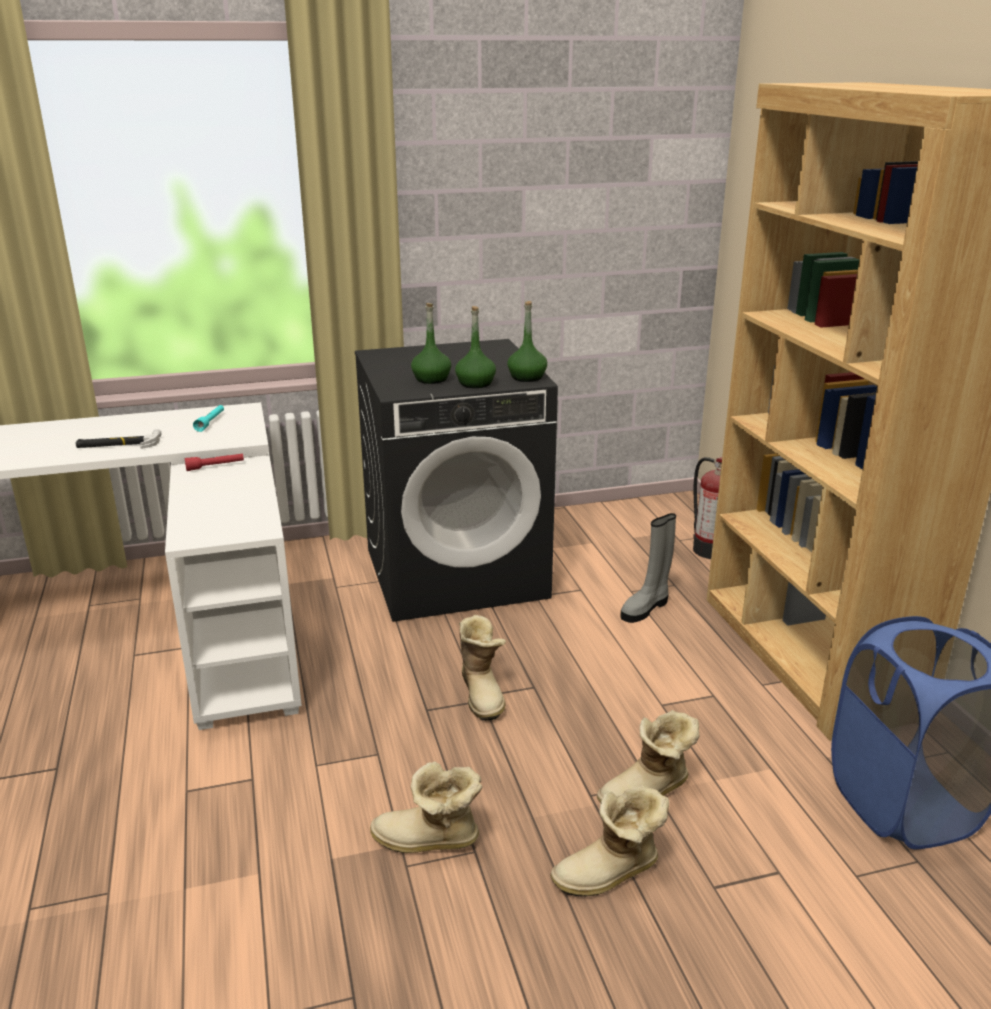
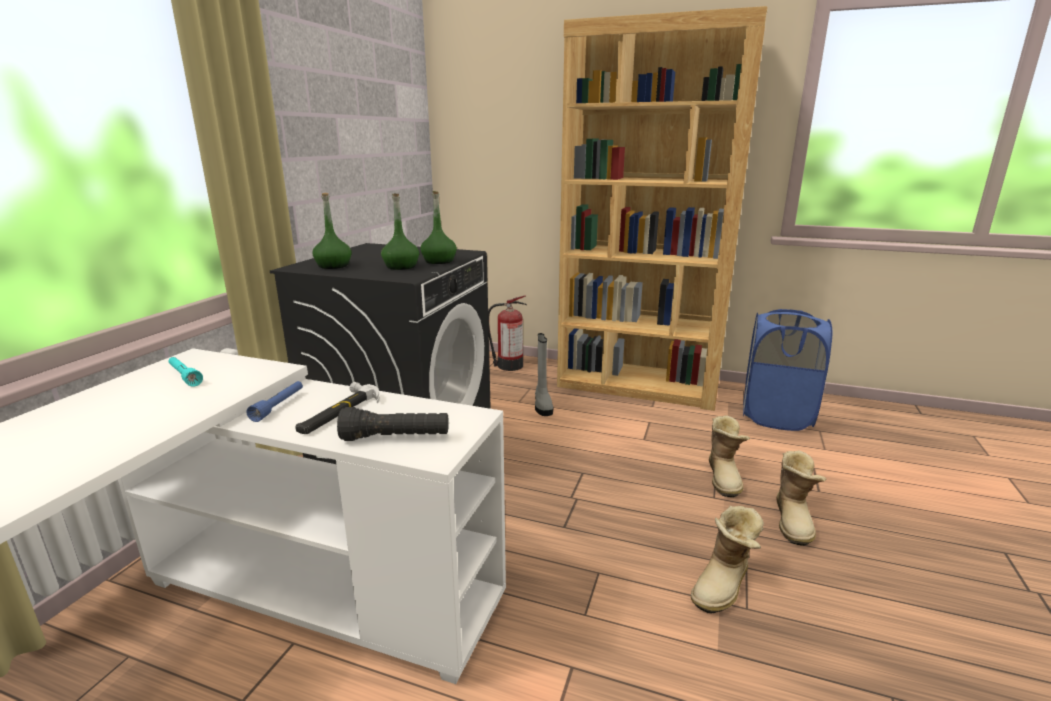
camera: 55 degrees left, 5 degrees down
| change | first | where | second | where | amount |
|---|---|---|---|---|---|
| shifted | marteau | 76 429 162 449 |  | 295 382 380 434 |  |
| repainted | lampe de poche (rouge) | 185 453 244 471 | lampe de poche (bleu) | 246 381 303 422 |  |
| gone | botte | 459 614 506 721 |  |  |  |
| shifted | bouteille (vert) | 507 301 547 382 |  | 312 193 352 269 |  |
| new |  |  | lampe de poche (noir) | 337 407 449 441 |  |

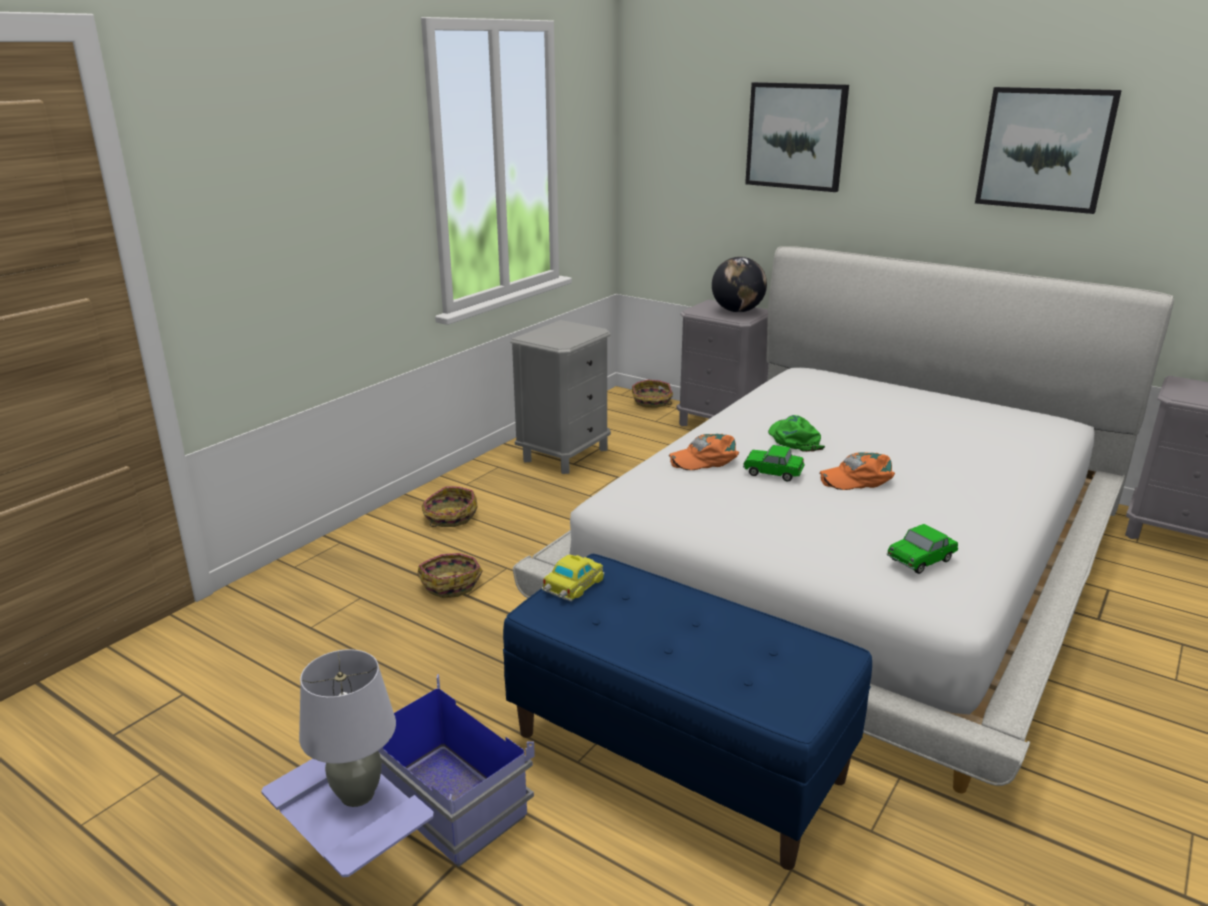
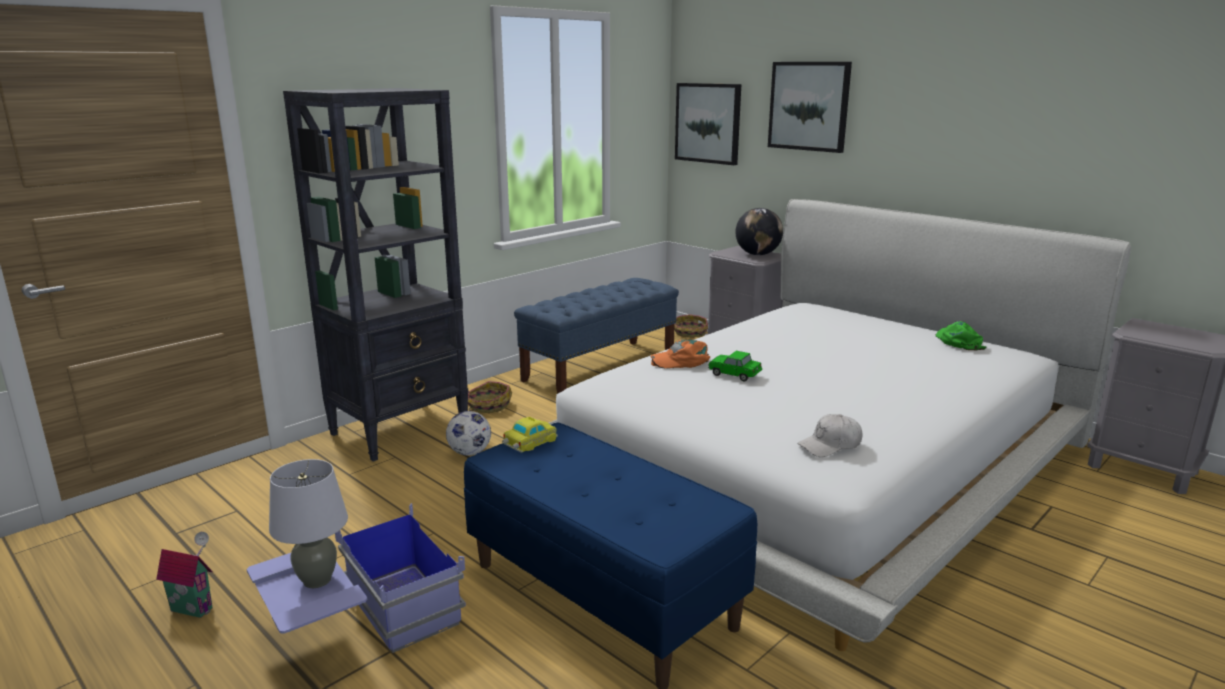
camera: 10 degrees right, 5 degrees down
| change | first | where | second | where | amount |
|---|---|---|---|---|---|
| swapped | panier | 417 553 483 598 | ballon de foot | 446 411 491 456 |  |
| swapped | table de chevet (gris) | 510 320 611 474 | banc (bleu) | 514 278 679 394 |  |
| shifted | casquette (vert) | 768 415 825 452 |  | 935 321 986 351 |  |
| gone | casquette (orange) | 819 452 895 490 |  |  |  |
| swapped | petite voiture | 887 524 958 574 | casquette (blanc) | 797 414 862 457 |  |
| shifted | tableau | 975 87 1122 214 |  | 675 83 741 165 |  |
| new |  |  | maison miniature | 156 532 213 618 |  |
| new |  |  | bibliothèque (noir) | 283 88 469 462 |  |

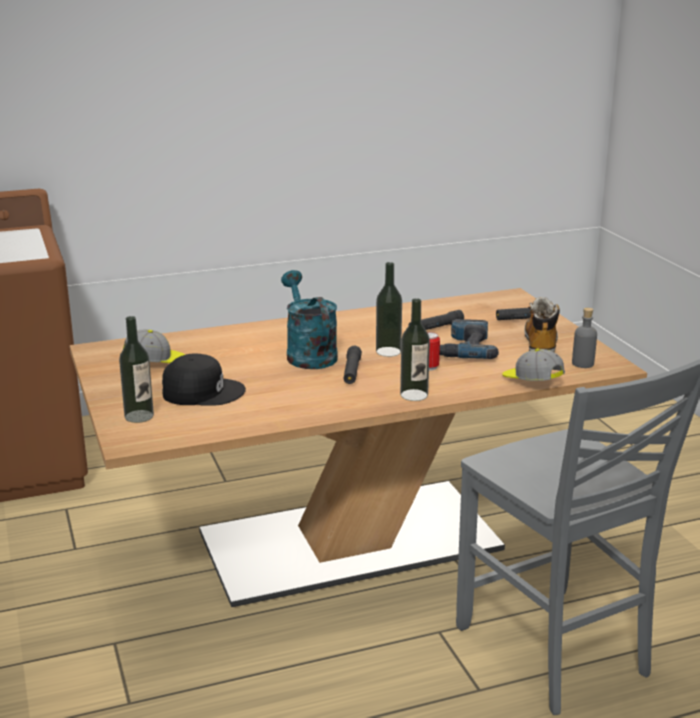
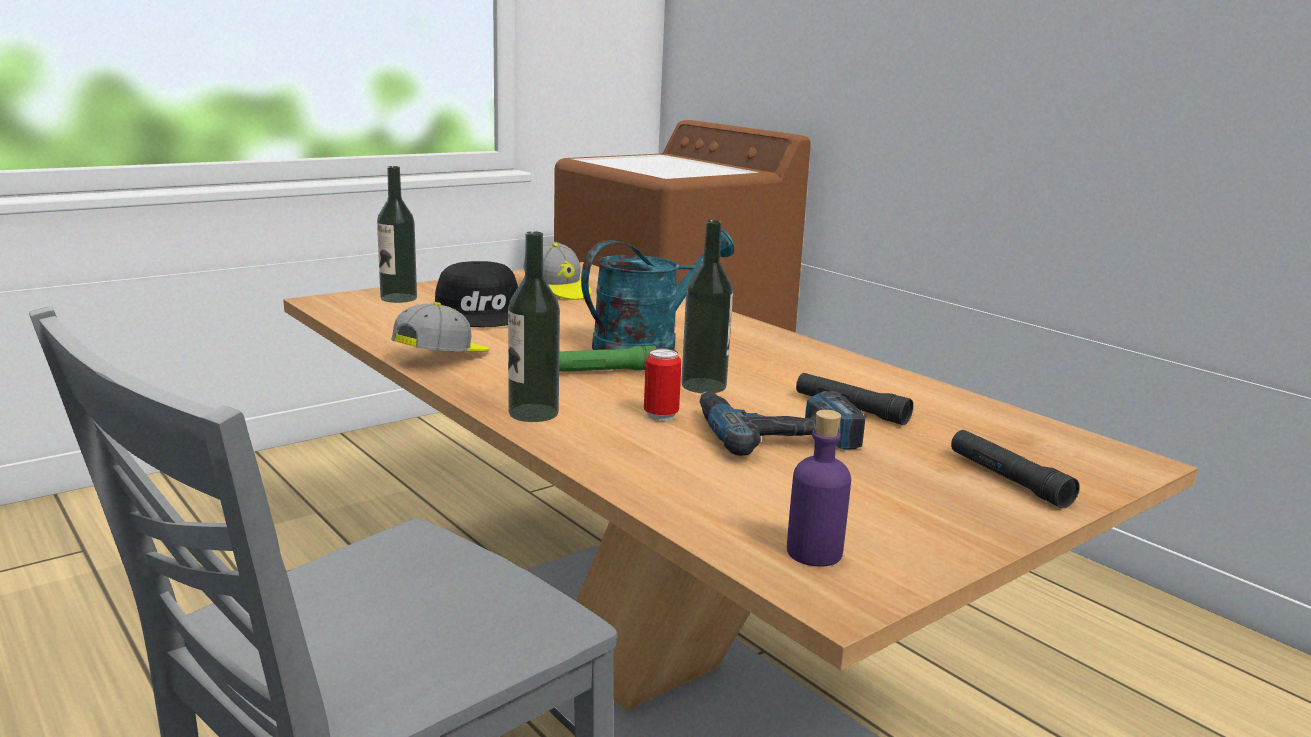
camera: 70 degrees right, 5 degrees down
| change | first | where | second | where | amount |
|---|---|---|---|---|---|
| repainted | lampe de poche (noir) | 344 346 362 384 | lampe de poche (vert) | 559 346 657 372 |  |
| shifted | casquette | 502 349 565 381 |  | 391 302 489 352 |  |
| gone | botte | 524 297 560 352 |  |  |  |
| repainted | bouteille (gris) | 572 308 597 368 | bouteille (violet) | 787 410 851 566 |  |

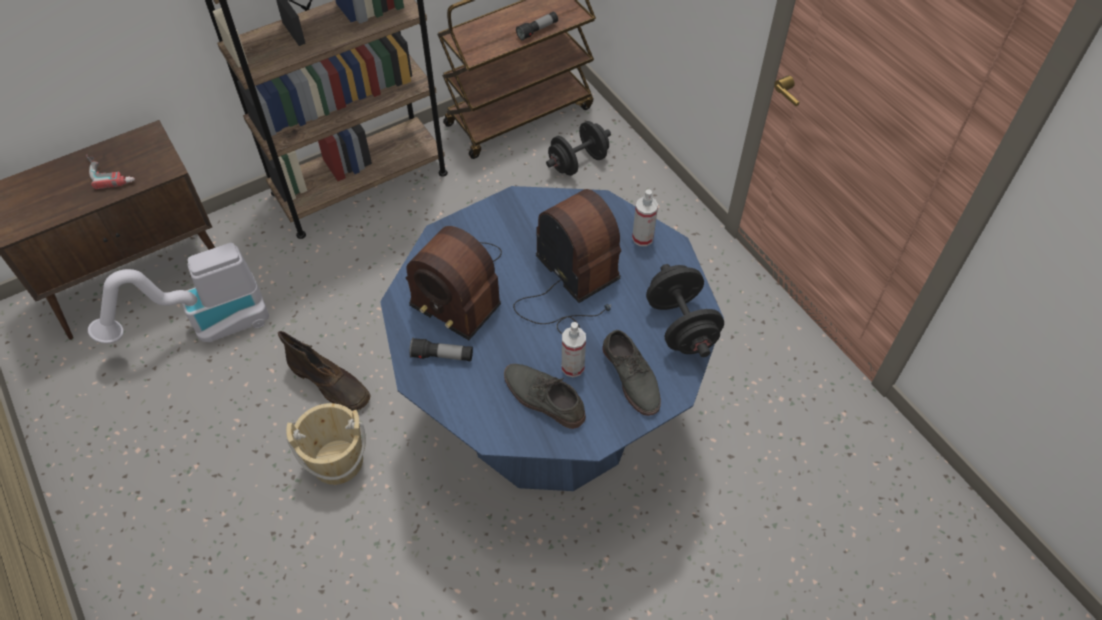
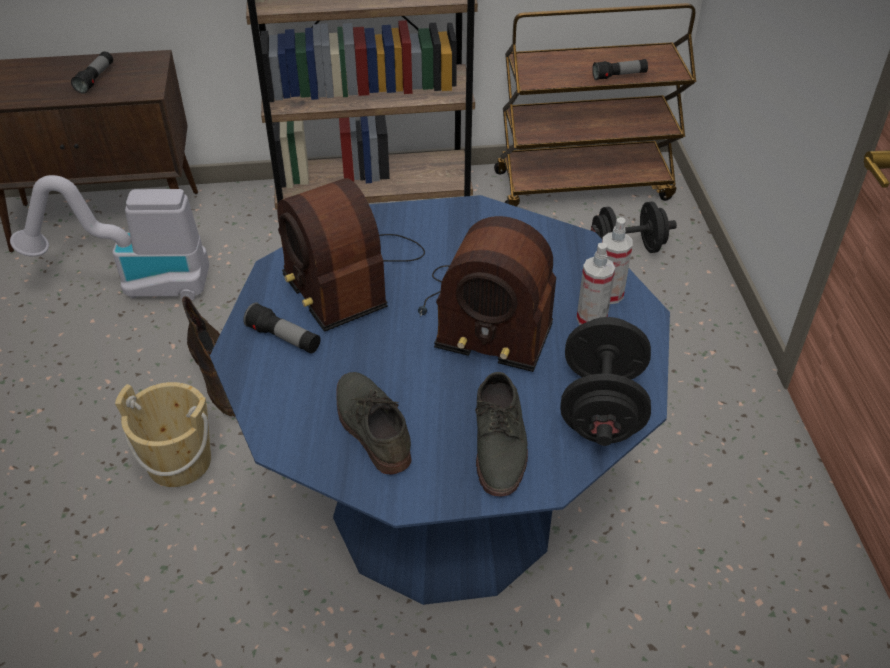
camera: 25 degrees right, 10 degrees down
| change | first | where | second | where | amount |
|---|---|---|---|---|---|
| swapped | perceuse | 86 155 135 189 | lampe de poche | 71 51 113 94 |  |
| rotated | radio | 513 189 621 334 |  | 418 216 556 372 | 120 degrees clockwise |
| shifted | vaporisateur | 562 322 586 377 |  | 576 243 615 325 |  |

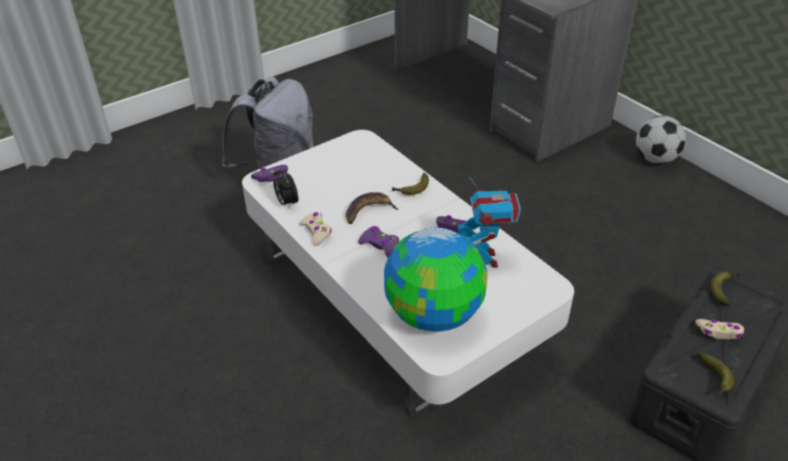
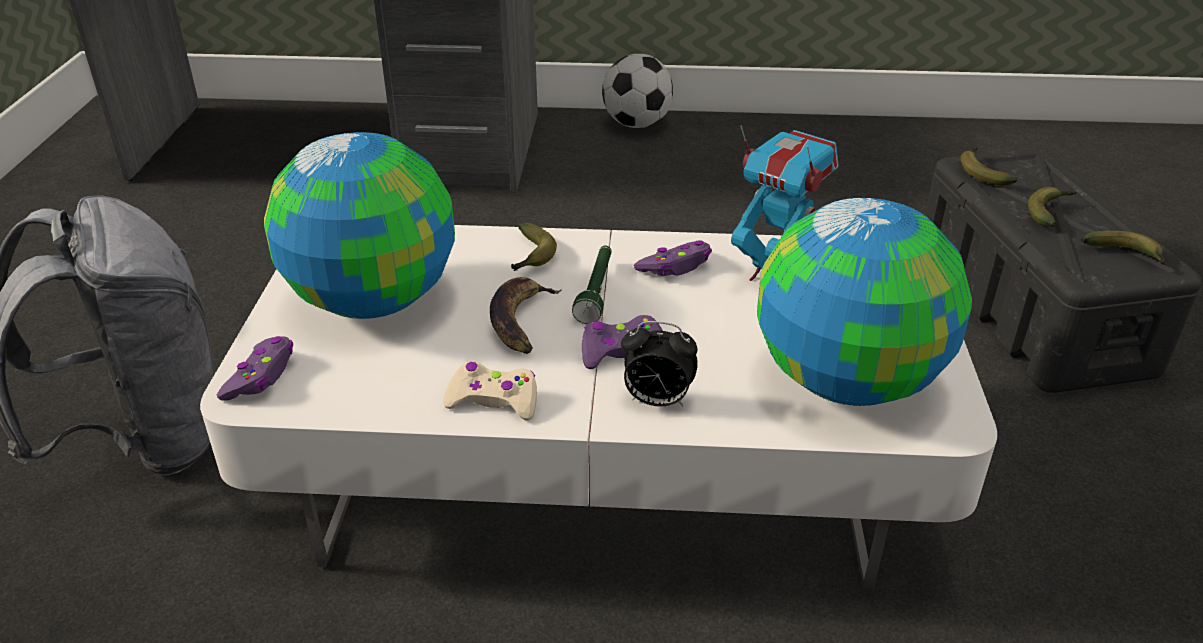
camera: 50 degrees left, 5 degrees down
| change | first | where | second | where | amount |
|---|---|---|---|---|---|
| shifted | réveil | 273 167 298 209 |  | 621 321 698 406 |  |
| swapped | manette (beige) | 695 319 744 340 | banane | 1028 187 1076 227 |  |
| new |  |  | globe | 264 132 455 319 |  |
| new |  |  | lampe de poche (vert) | 572 245 612 324 |  |

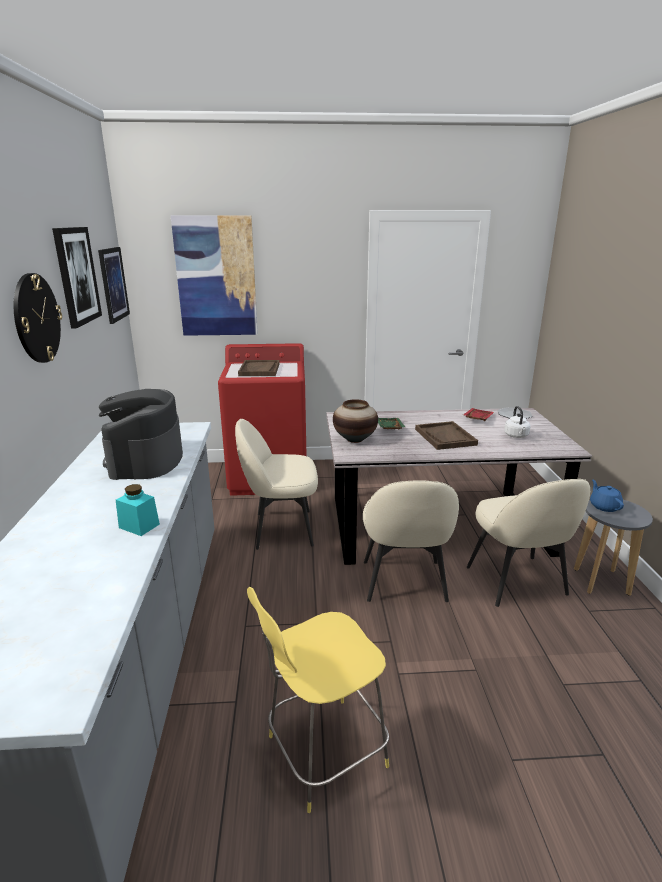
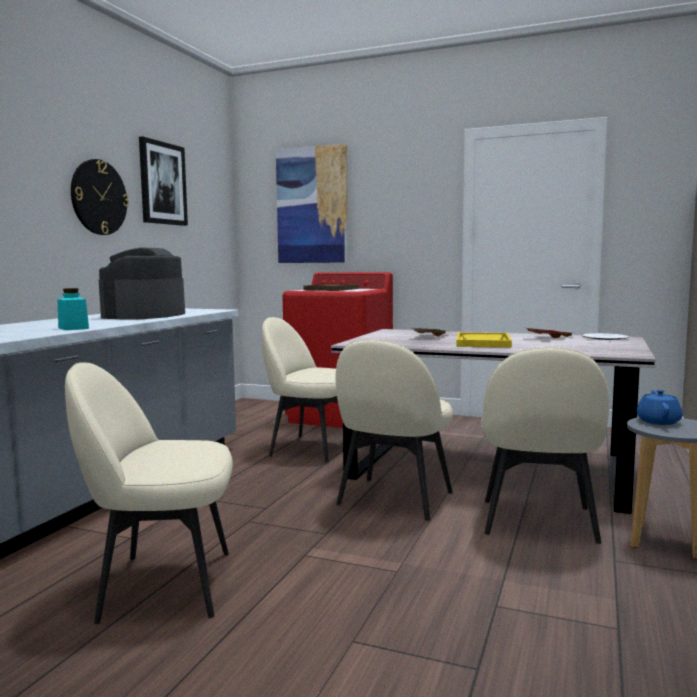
camera: 25 degrees right, 15 degrees down
| change | first | where | second | where | amount |
|---|---|---|---|---|---|
| gone | tableau | 98 247 130 324 |  |  |  |
| swapped | tabouret (jaune) | 247 587 389 813 | chaise (beige) | 65 362 233 624 |  |
| gone | vase | 333 399 378 443 |  |  |  |
| repainted | plateau (marron) | 415 421 478 450 | plateau (jaune) | 456 332 512 347 |  |
| gone | bouilloire (blanc) | 504 406 531 438 |  |  |  |

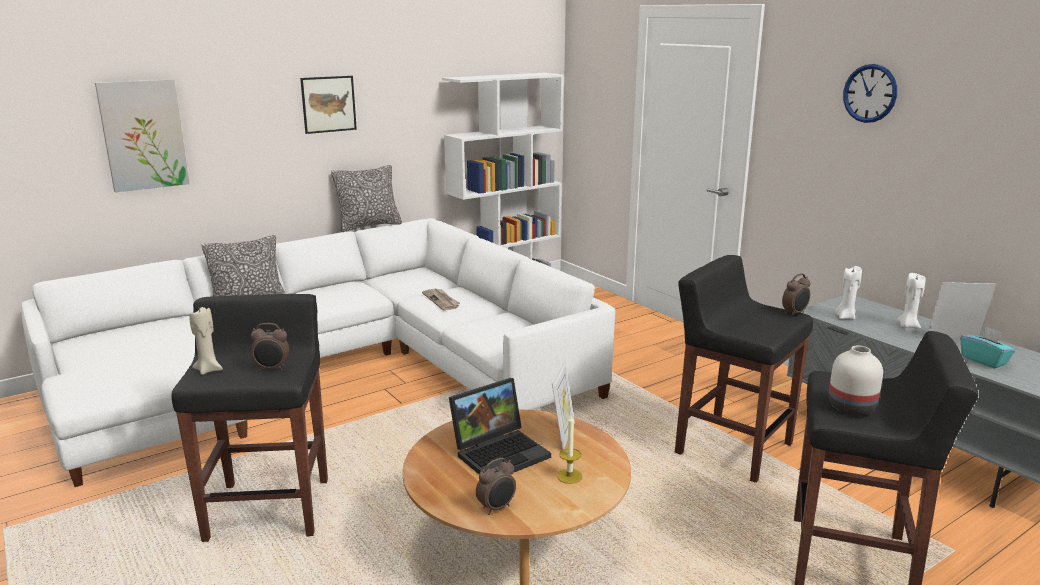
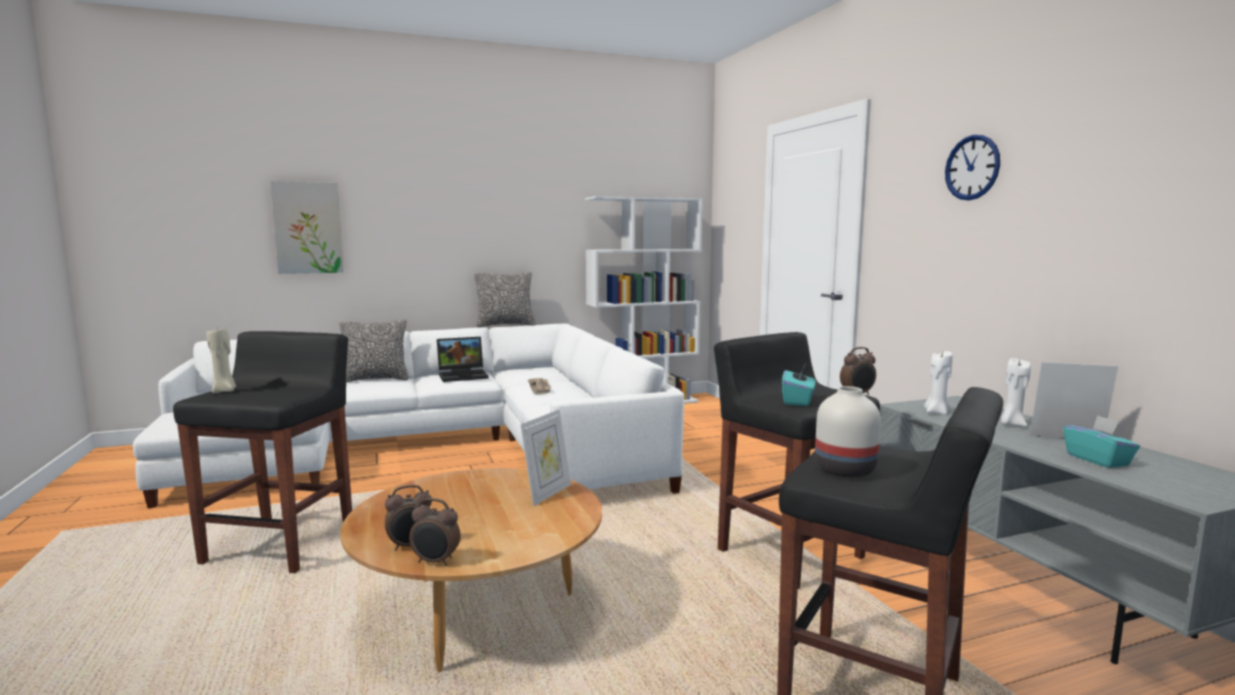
camera: 15 degrees right, 10 degrees down
| change | first | where | second | where | amount |
|---|---|---|---|---|---|
| shifted | réveil | 251 323 289 371 |  | 409 498 461 566 |  |
| gone | tableau | 300 76 357 134 |  |  |  |
| shifted | ordinateur portable | 449 378 551 474 |  | 437 337 489 382 |  |
| gone | bougie | 557 415 583 484 |  |  |  |
| new |  |  | boîte à mouchoirs (turquoise) | 782 365 815 406 |  |

